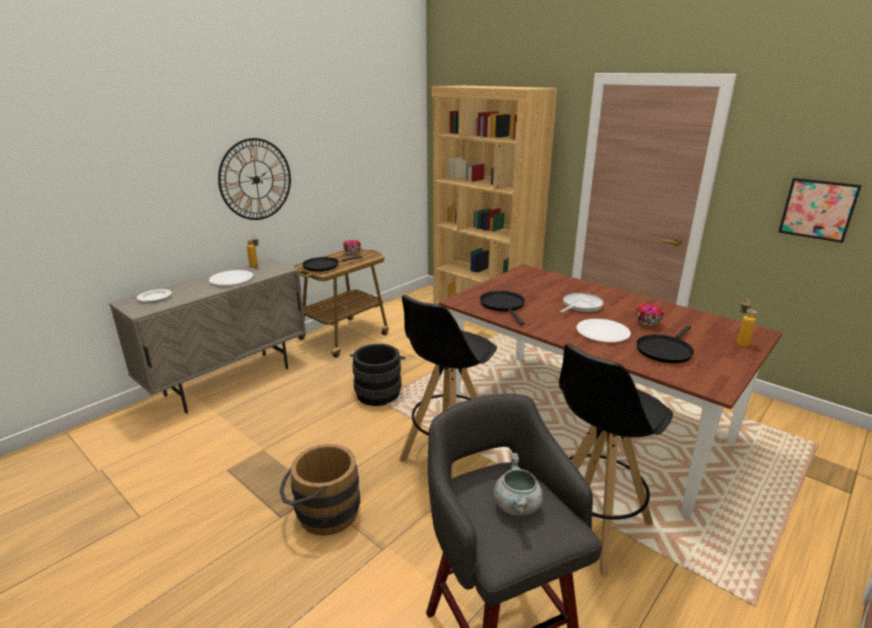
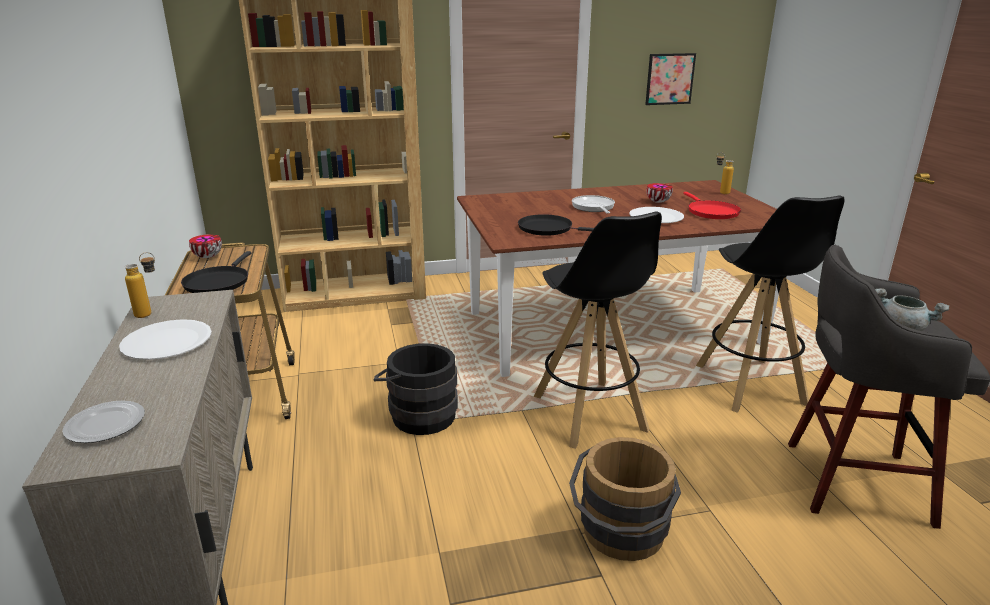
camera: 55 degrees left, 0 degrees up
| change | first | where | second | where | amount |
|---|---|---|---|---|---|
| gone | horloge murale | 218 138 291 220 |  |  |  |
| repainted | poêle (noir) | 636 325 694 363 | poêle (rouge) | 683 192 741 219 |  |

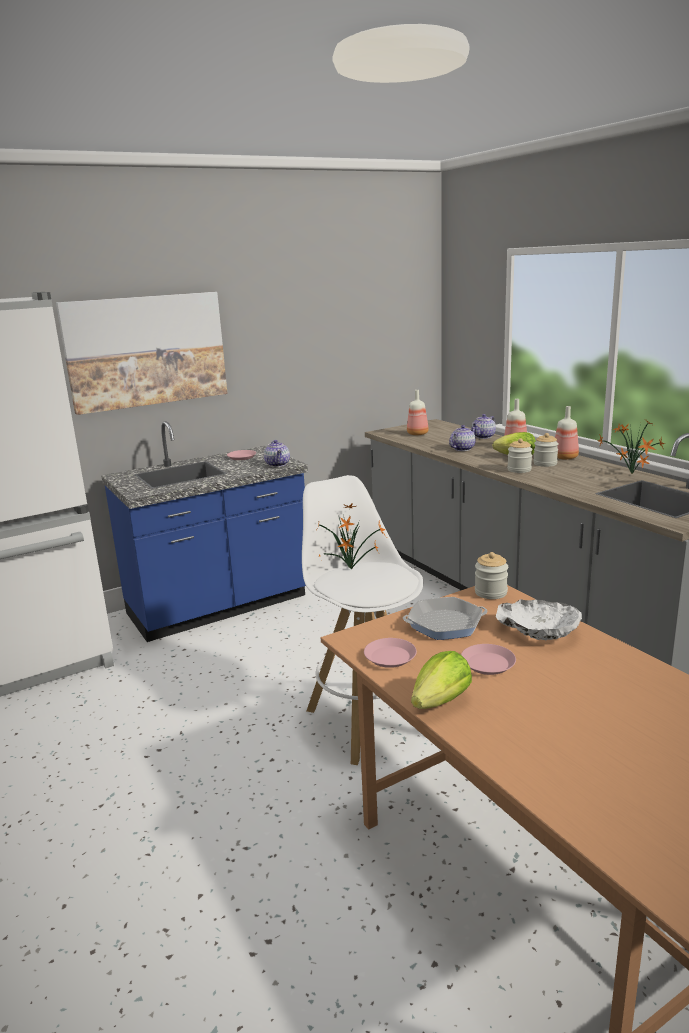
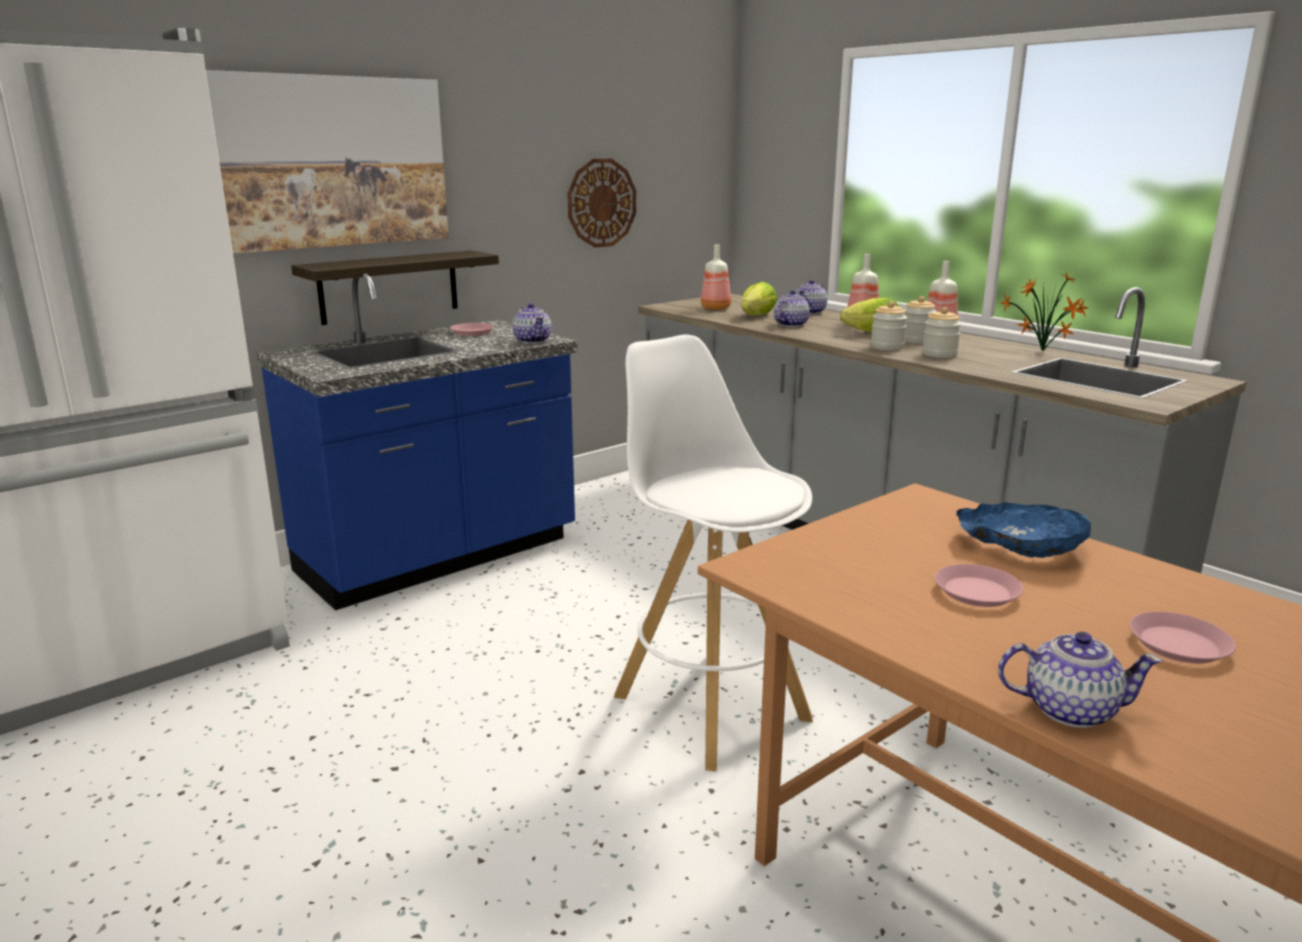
camera: 10 degrees left, 0 degrees up
| change | first | where | second | where | amount |
|---|---|---|---|---|---|
| gone | plante en pot | 317 504 386 569 |  |  |  |
| shifted | assiette (rose) | 364 638 417 668 |  | 1129 612 1236 664 |  |
| gone | poêle | 403 597 487 640 |  |  |  |
| shifted | laitue | 411 651 472 709 |  | 741 282 777 315 |  |
| shifted | bocal | 475 552 508 599 |  | 922 307 961 358 |  |
| repainted | bol (blanc) | 496 599 582 640 | bol (bleu) | 957 502 1091 558 |  |
| new |  |  | étagère | 291 250 499 325 |  |
| new |  |  | horloge murale | 567 159 636 248 |  |
| new |  |  | théière | 998 632 1162 728 |  |

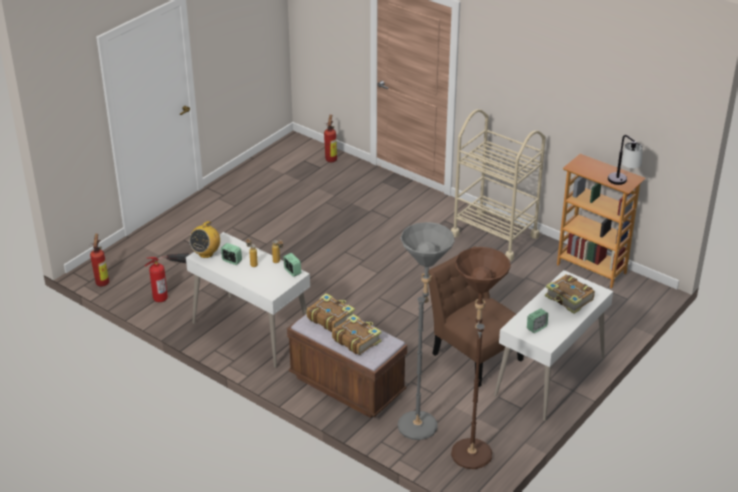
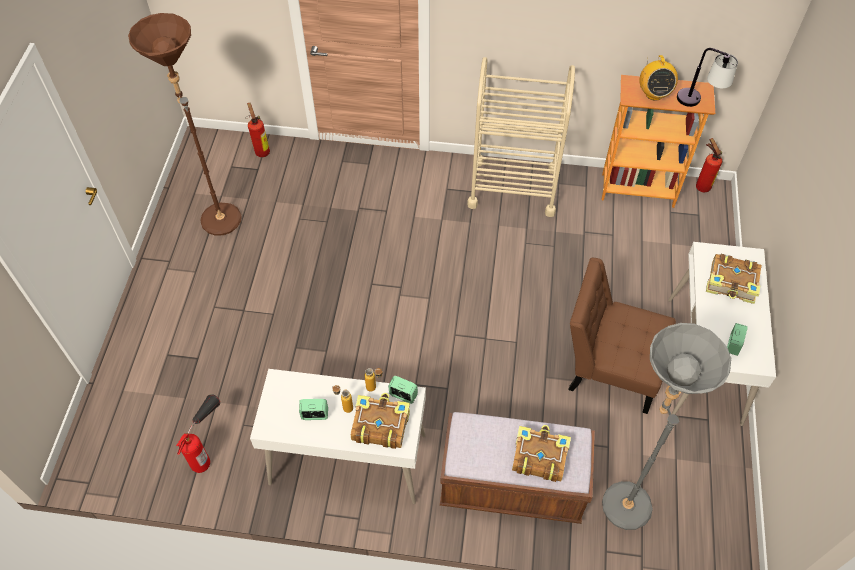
camera: 30 degrees left, 20 degrees up
| change | first | where | second | where | amount |
|---|---|---|---|---|---|
| shifted | extincteur | 89 234 109 287 |  | 696 138 722 192 |  |
| shifted | radio | 189 220 220 258 |  | 639 55 678 101 |  |
| shifted | livre | 306 293 355 332 |  | 351 393 410 449 |  |
| shifted | lampadaire (marron) | 451 247 511 469 |  | 128 13 242 235 |  |

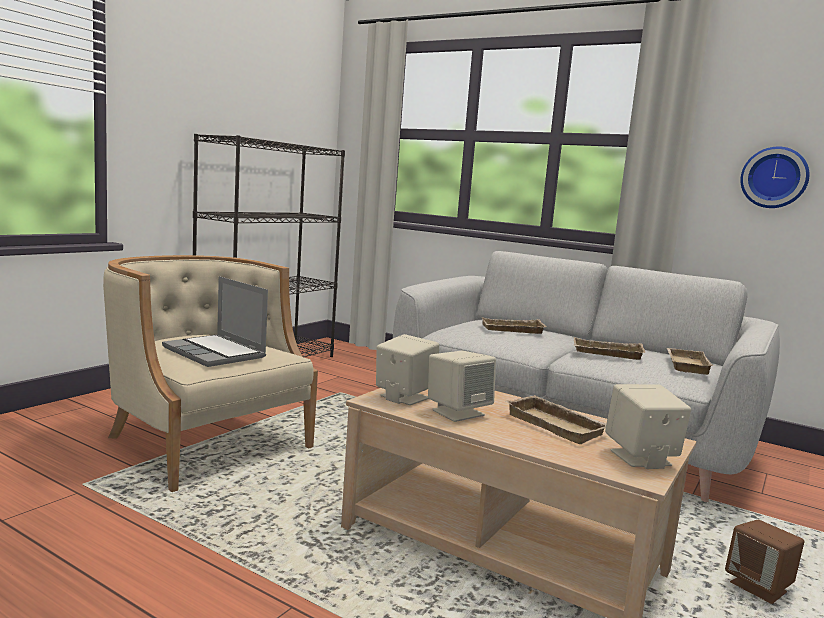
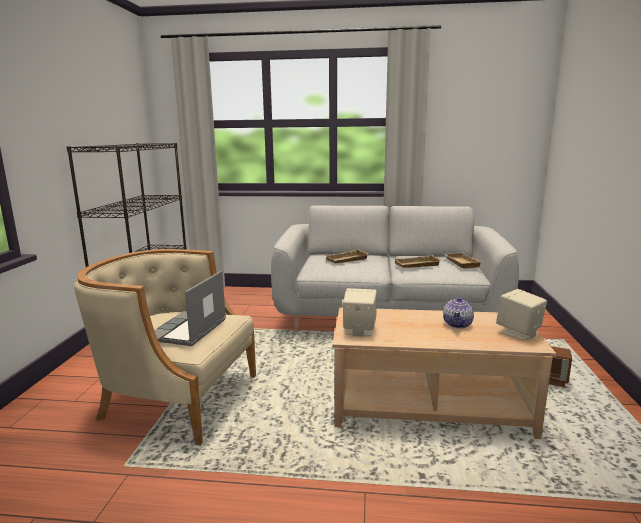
camera: 25 degrees left, 5 degrees up
| change | first | where | second | where | amount |
|---|---|---|---|---|---|
| rotated | ordinateur portable | 162 276 268 367 |  | 154 270 226 346 | 90 degrees clockwise |
| gone | enceinte (beige) | 428 351 496 422 |  |  |  |
| swapped | plateau (beige) | 506 395 606 444 | théière | 443 297 474 328 |  |
| gone | horloge murale | 740 147 810 208 |  |  |  |

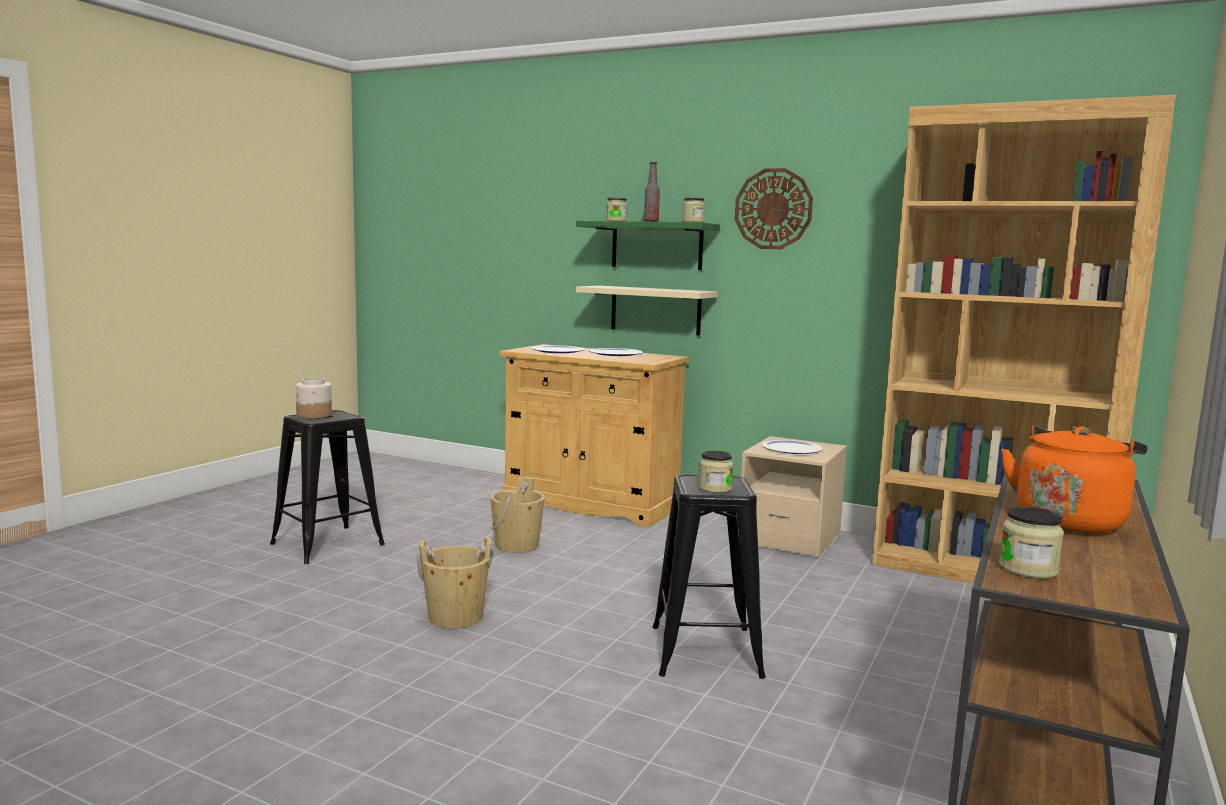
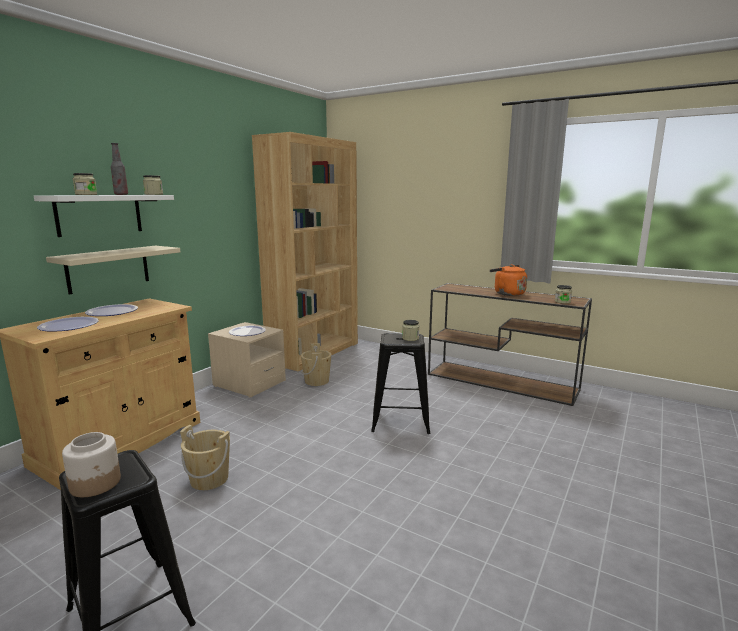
camera: 85 degrees left, 5 degrees up
| change | first | where | second | where | amount |
|---|---|---|---|---|---|
| shifted | seau (beige) | 417 537 494 629 |  | 301 343 331 386 |  |
| repainted | étagère (vert) | 576 221 720 270 | étagère (blanc) | 34 195 174 237 |  |
| gone | horloge murale | 735 168 813 249 |  |  |  |

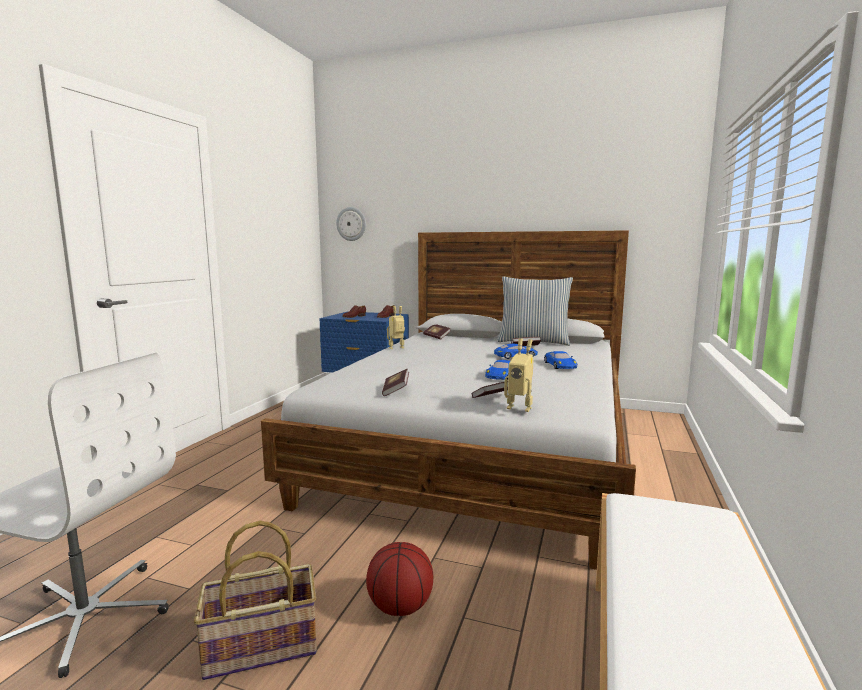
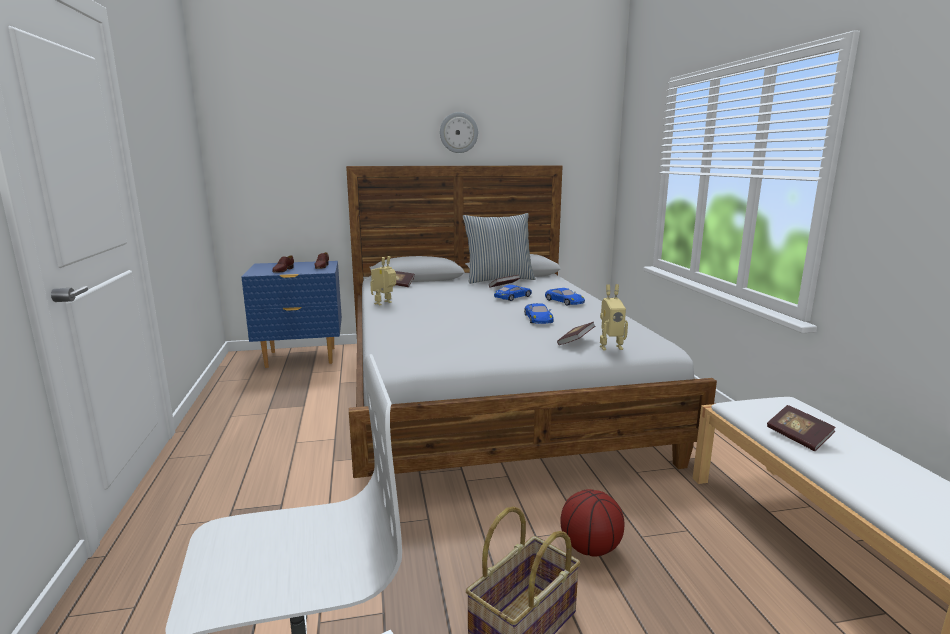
camera: 30 degrees left, 5 degrees up
| change | first | where | second | where | amount |
|---|---|---|---|---|---|
| shifted | horloge murale | 336 207 366 241 |  | 440 112 478 153 |  |
| shifted | livre | 382 369 409 396 |  | 767 405 836 451 |  |

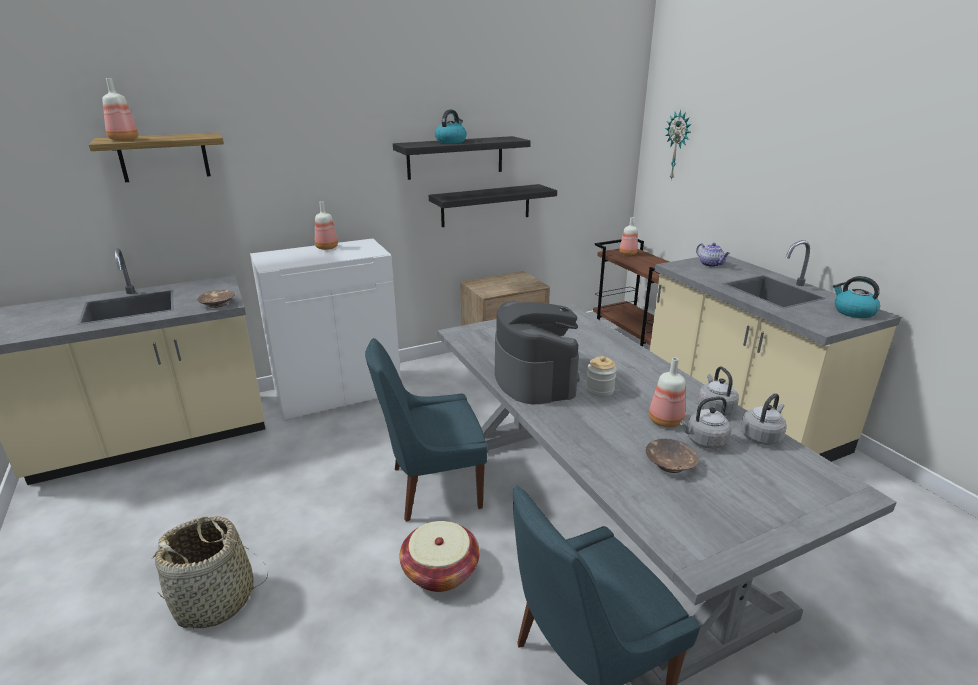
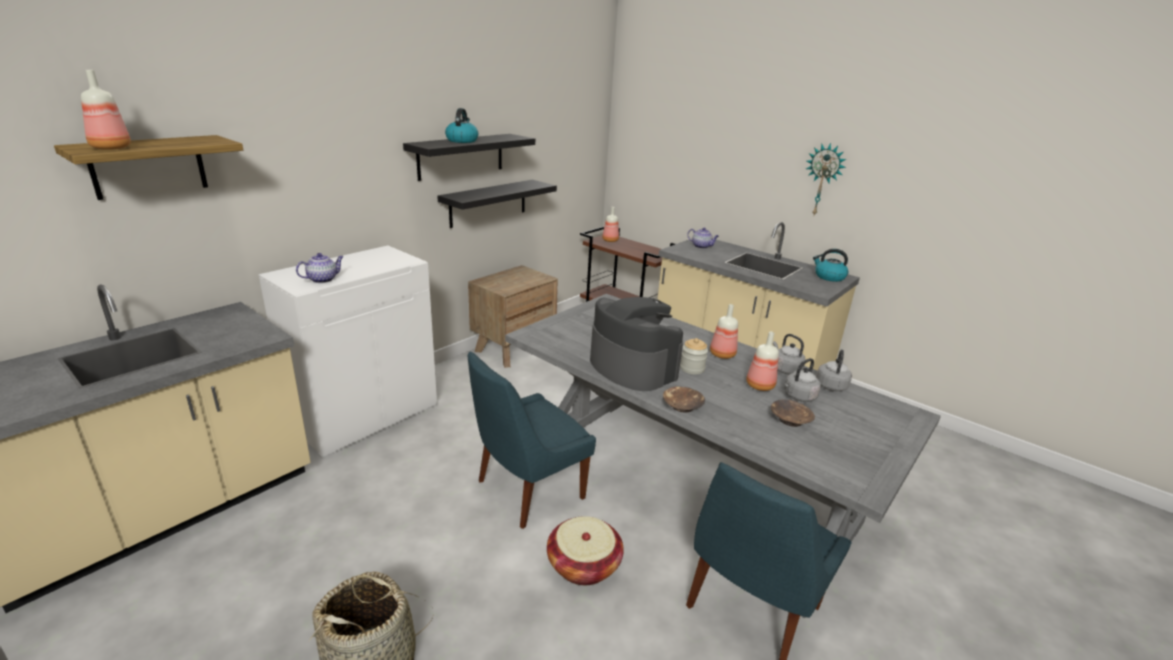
camera: 25 degrees left, 0 degrees up
| change | first | where | second | where | amount |
|---|---|---|---|---|---|
| shifted | bol (marron) | 197 290 235 308 |  | 663 386 705 412 |  |
| shifted | bouteille | 315 201 338 250 |  | 710 304 738 359 |  |
| shifted | horloge murale | 665 110 691 180 |  | 806 143 846 215 |  |
| new |  |  | théière | 296 253 344 283 |  |

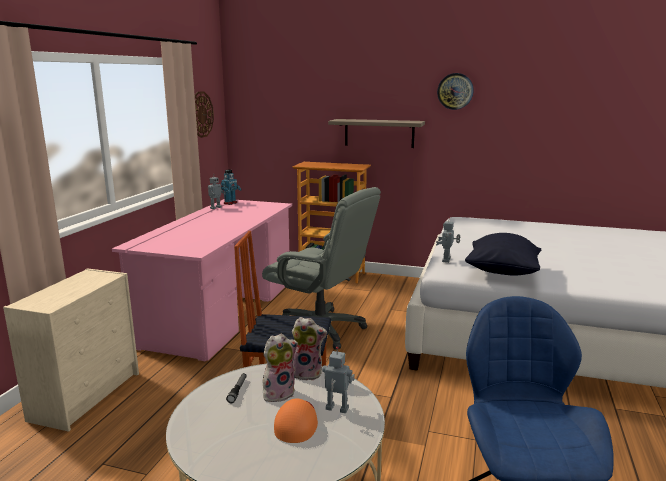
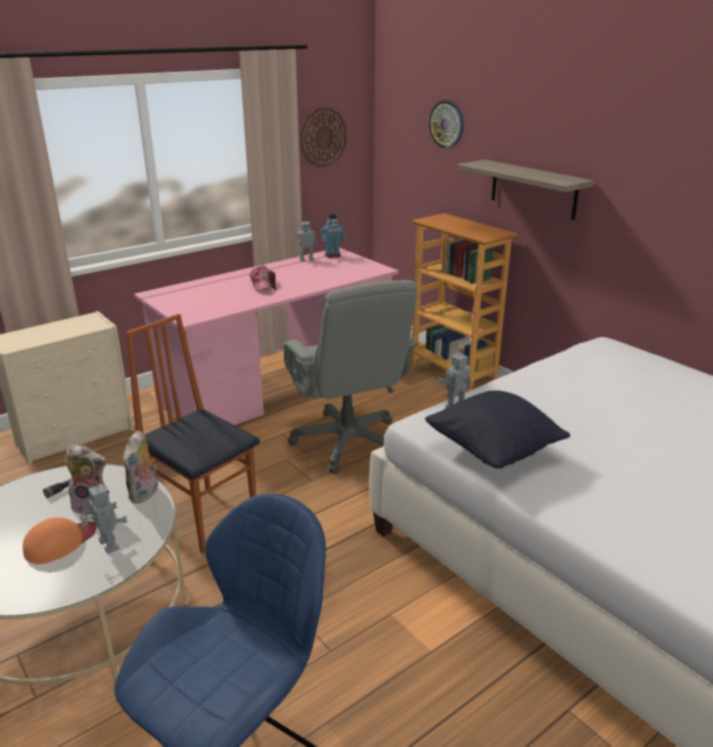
camera: 35 degrees right, 10 degrees up
| change | first | where | second | where | amount |
|---|---|---|---|---|---|
| rotated | peluche | 292 317 327 380 |  | 122 431 158 504 | 60 degrees clockwise |
| shifted | horloge murale | 437 73 474 110 |  | 429 100 463 148 |  |
| new |  |  | casquette | 249 265 276 292 |  |

